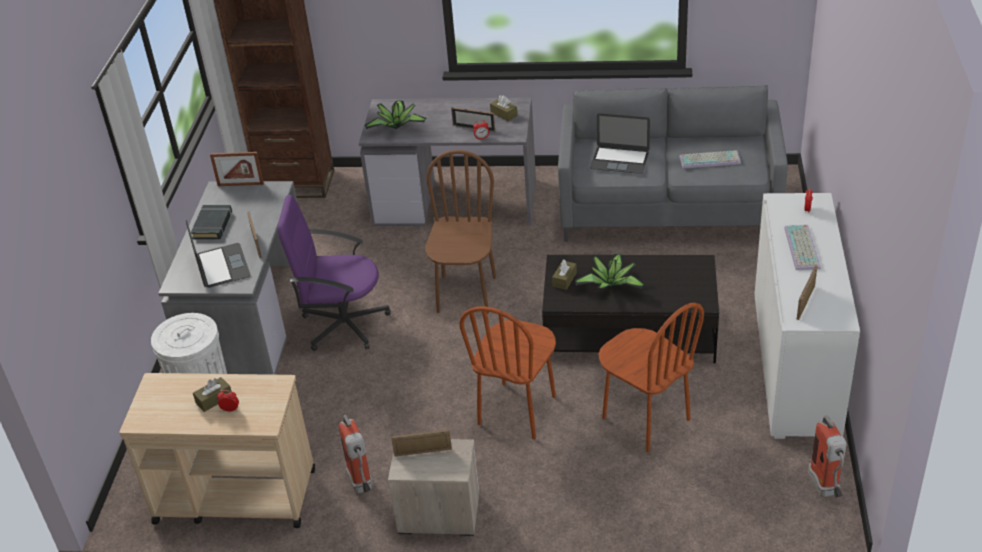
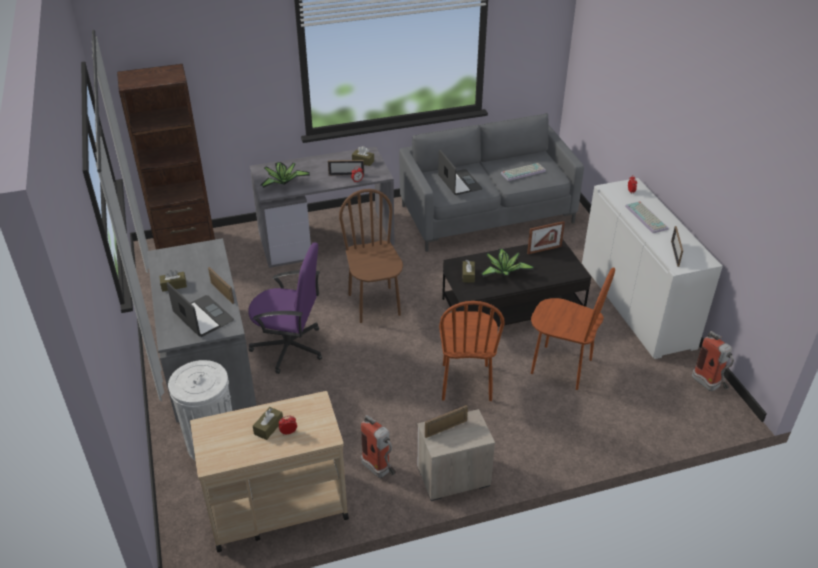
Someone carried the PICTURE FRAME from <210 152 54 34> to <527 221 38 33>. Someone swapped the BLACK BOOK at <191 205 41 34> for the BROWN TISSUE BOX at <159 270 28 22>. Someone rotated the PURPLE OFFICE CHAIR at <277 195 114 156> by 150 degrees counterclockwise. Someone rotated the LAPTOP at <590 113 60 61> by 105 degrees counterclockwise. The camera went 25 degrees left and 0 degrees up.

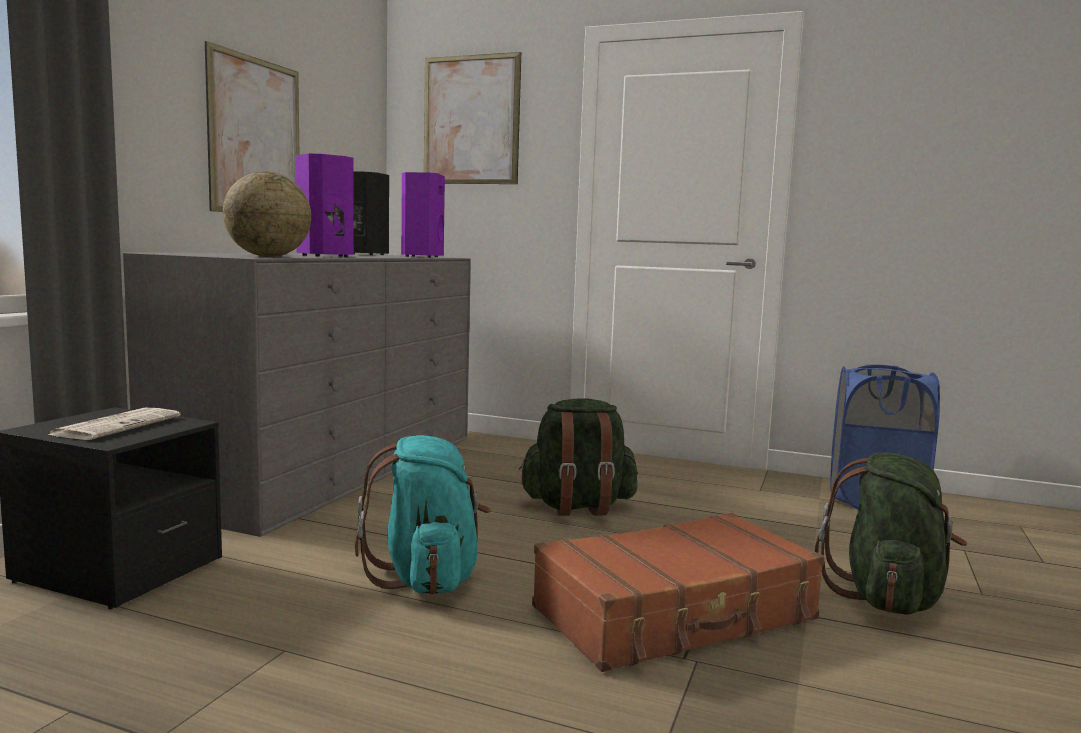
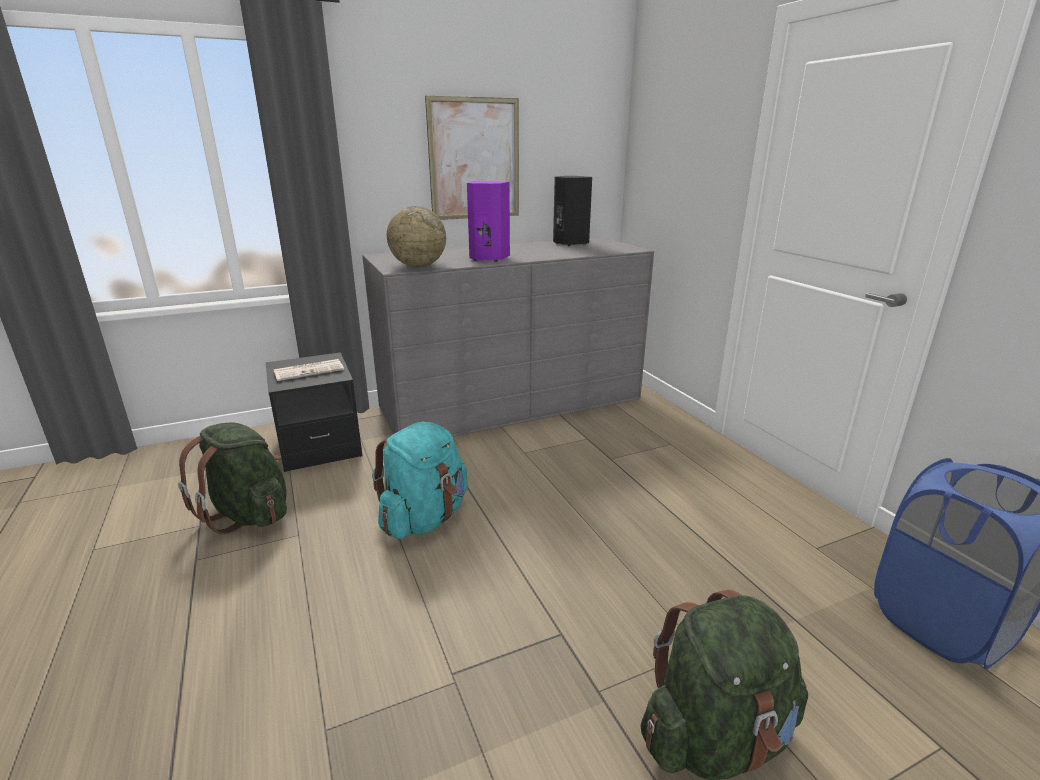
Someone took away the PURPLE SPEAKER at <401 172 44 86>. Someone took away the PICTURE at <424 52 97 132>. Someone took away the BROWN SUITCASE at <532 513 292 159>. Someone carried the GREEN BACKPACK from <519 398 119 118> to <178 422 109 113>. The camera went 45 degrees right and 15 degrees up.

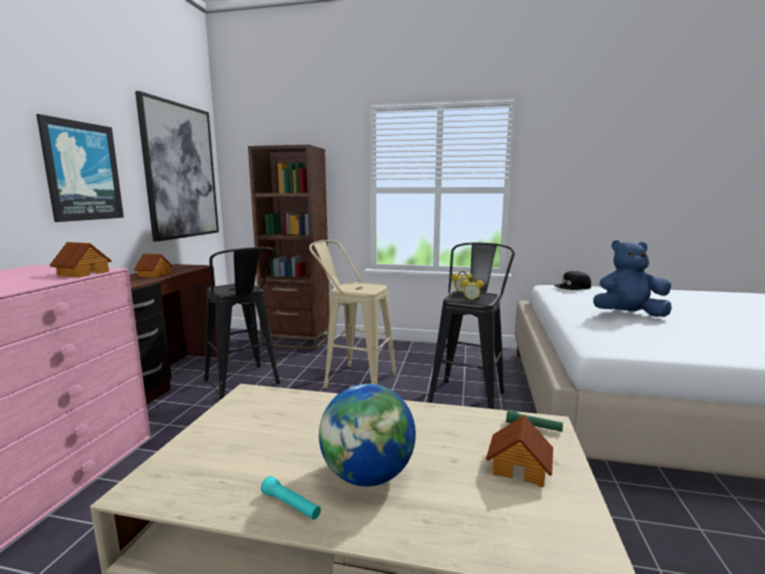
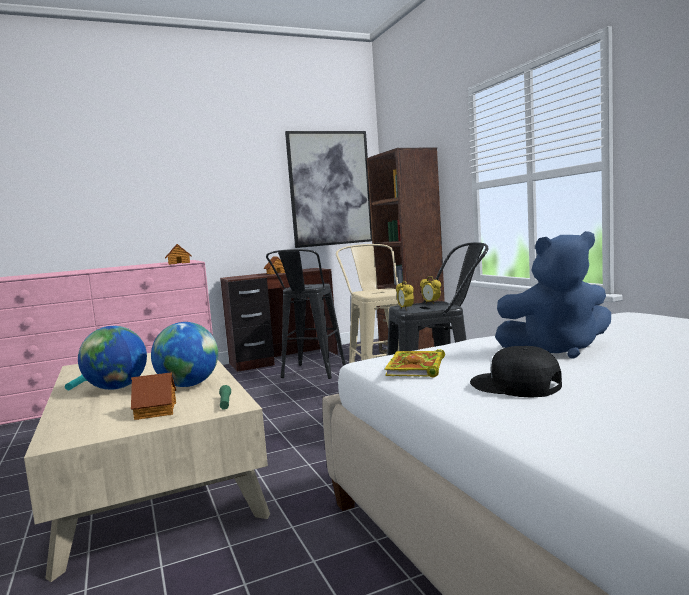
Someone took away the PICTURE at <36 114 88 108>. Someone put down the GLOBE at <151 322 67 65>. Someone put down the BOOK at <385 349 60 29>. Someone carried the BLACK CAP from <554 271 37 19> to <470 346 92 52>. Someone rotated the BLUE PLUSH TOY at <593 240 79 77> by 120 degrees clockwise. The camera went 55 degrees right and 5 degrees down.

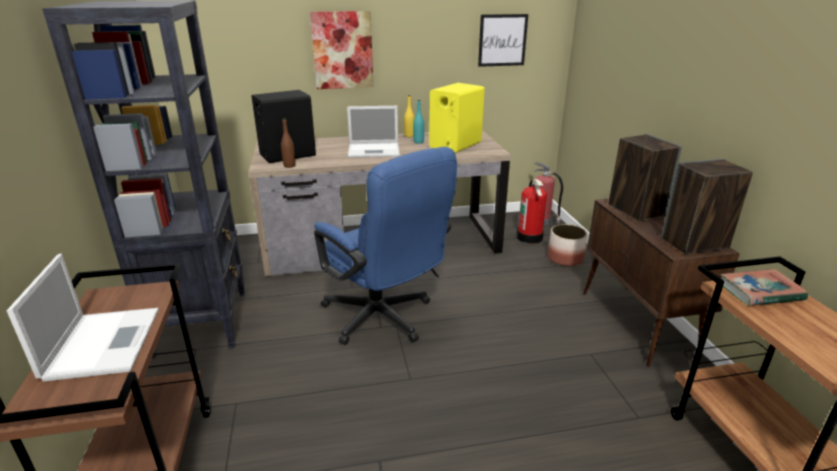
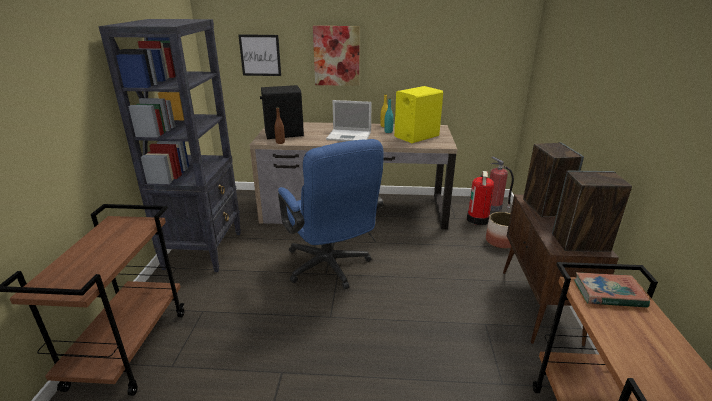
Someone took away the LAPTOP at <7 254 152 128>. Someone carried the PICTURE from <478 14 50 53> to <238 34 43 42>. The camera went 15 degrees right and 0 degrees up.

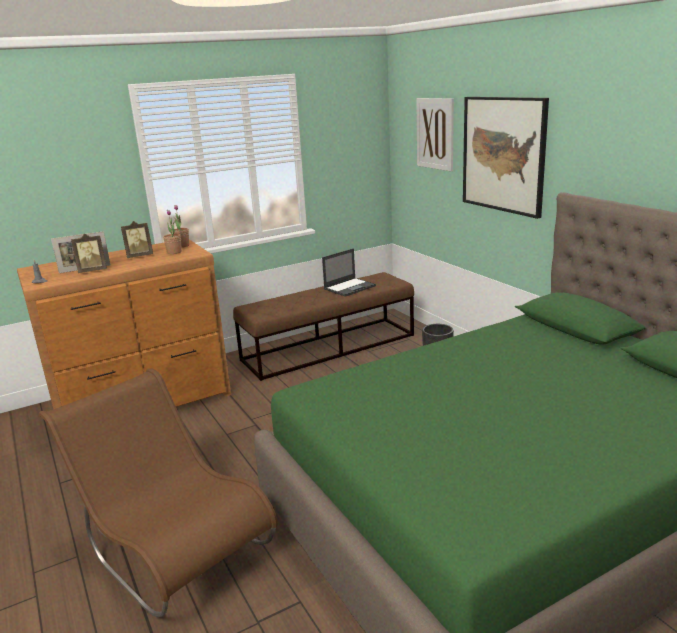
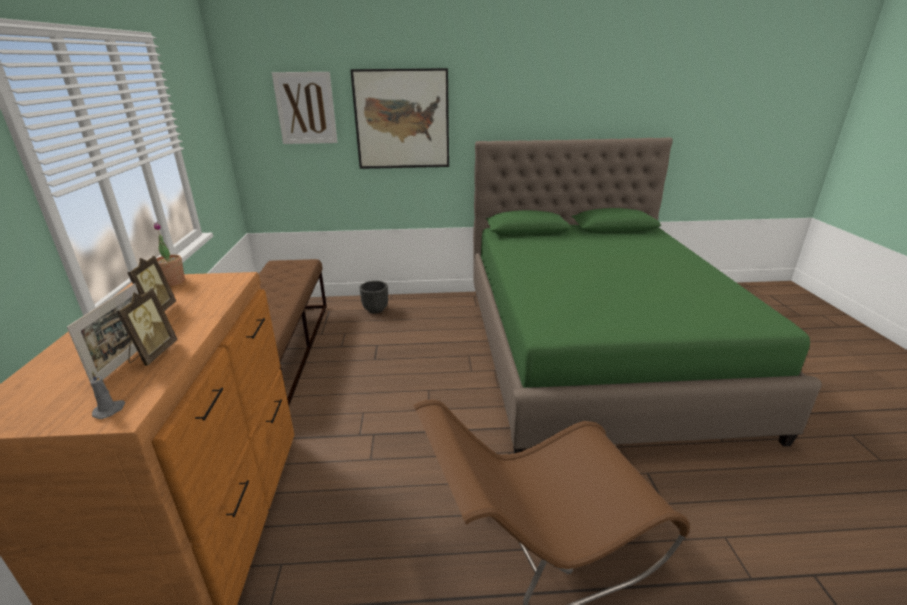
Someone took away the POTTED PLANT at <163 210 19 44>. Someone took away the LAPTOP at <322 248 54 49>. The camera went 65 degrees left and 5 degrees up.

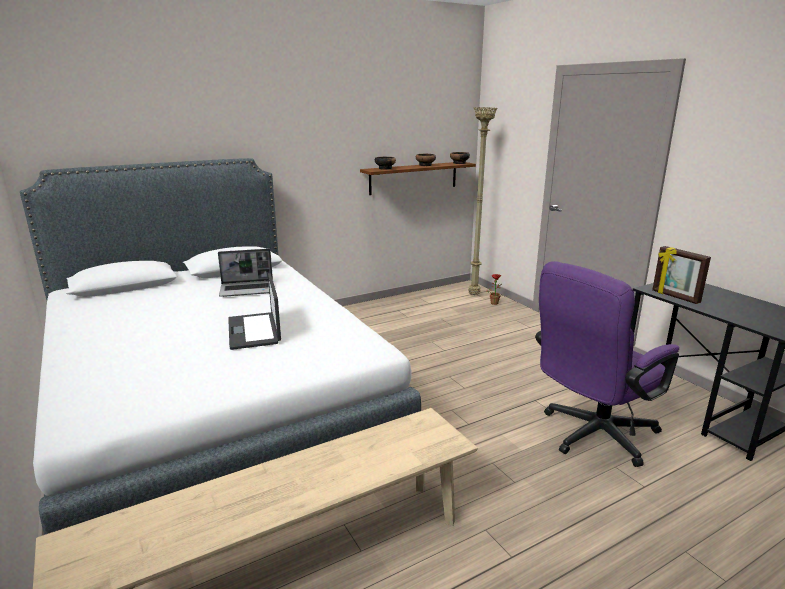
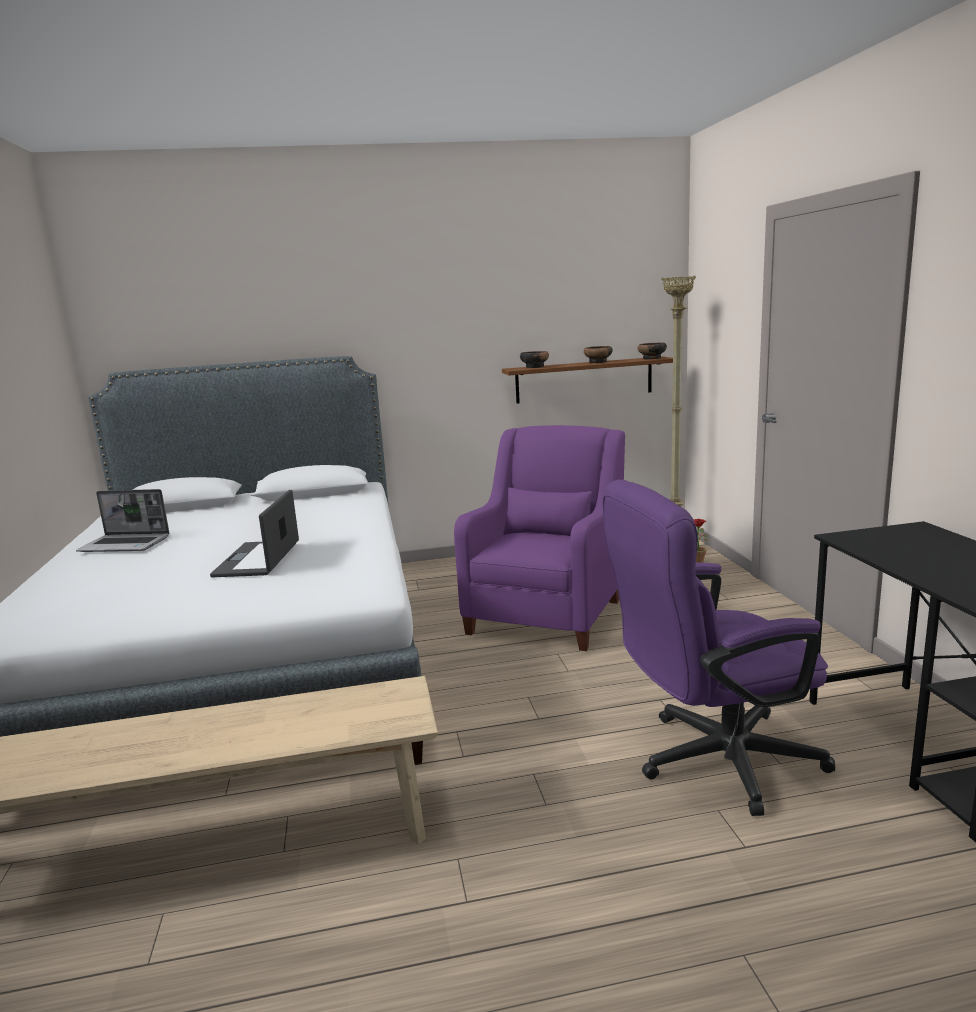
Someone took away the PICTURE FRAME at <652 246 59 58>. Someone put down the PURPLE ARMCHAIR at <454 425 171 226>. Someone carried the LAPTOP from <218 249 55 48> to <76 489 93 63>. The camera went 20 degrees right and 5 degrees down.

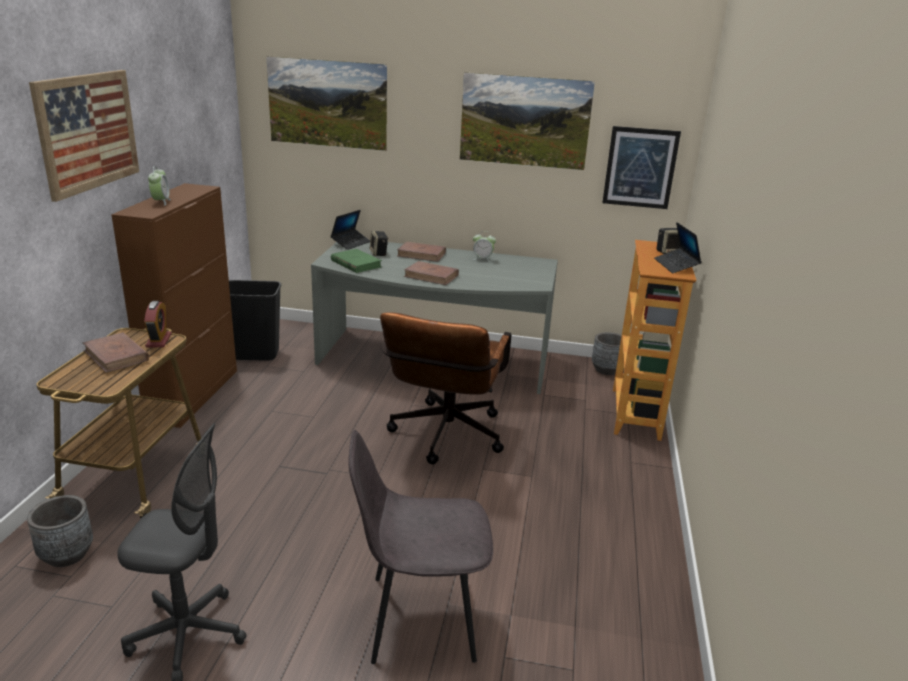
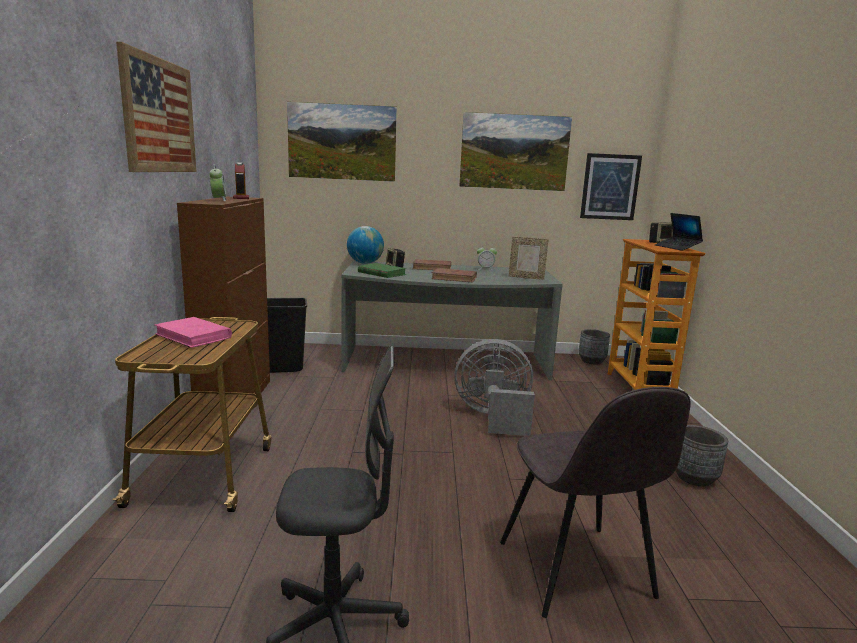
Someone put down the PICTURE FRAME at <509 237 40 43>. Someone carried the GREY PLANTER from <27 495 66 72> to <676 425 52 62>. Someone carried the ALARM CLOCK from <144 301 28 46> to <233 162 16 37>. Someone swapped the LAPTOP at <331 210 39 40> for the GLOBE at <347 226 37 38>. Someone swapped the BROWN OFFICE CHAIR at <380 312 131 153> for the GREY FAN at <454 339 81 97>. Someone repainted the BROWN BOOK at <83 332 66 41>, which became the PINK BOOK at <155 317 77 31>. Someone rotated the GREY CHAIR at <348 430 145 234> by 90 degrees counterclockwise. The camera went 10 degrees left and 10 degrees down.

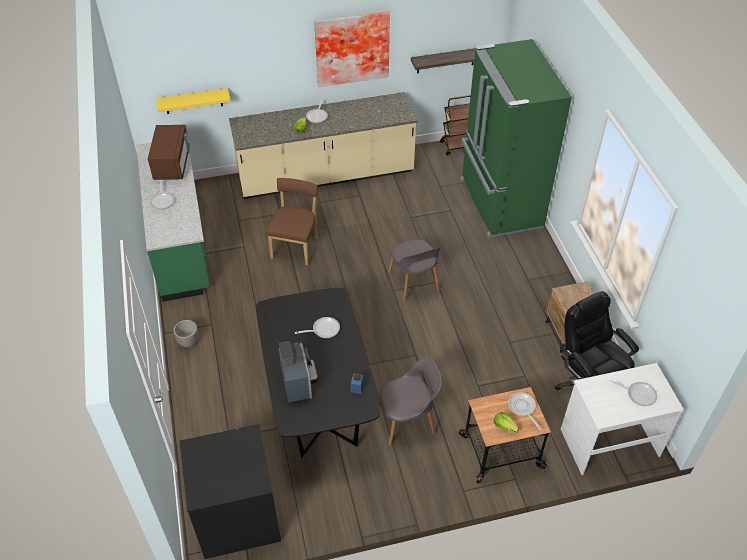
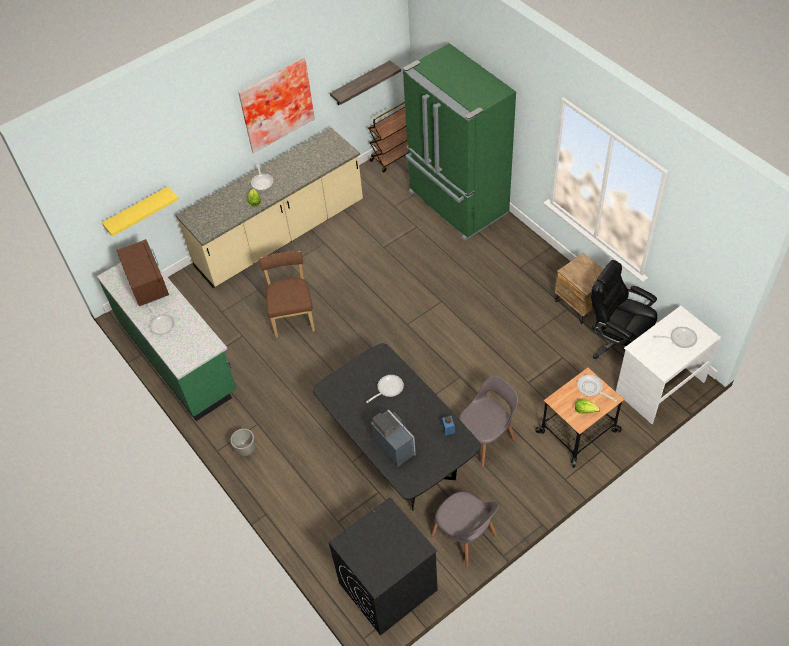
Someone carried the GREY CHAIR from <388 239 54 63> to <431 492 68 75>. The camera went 20 degrees left and 5 degrees up.

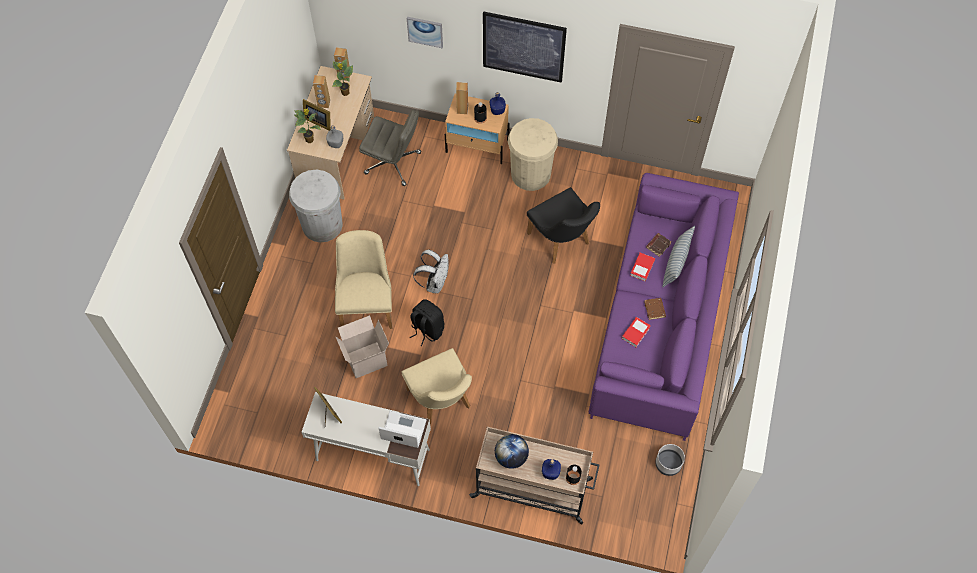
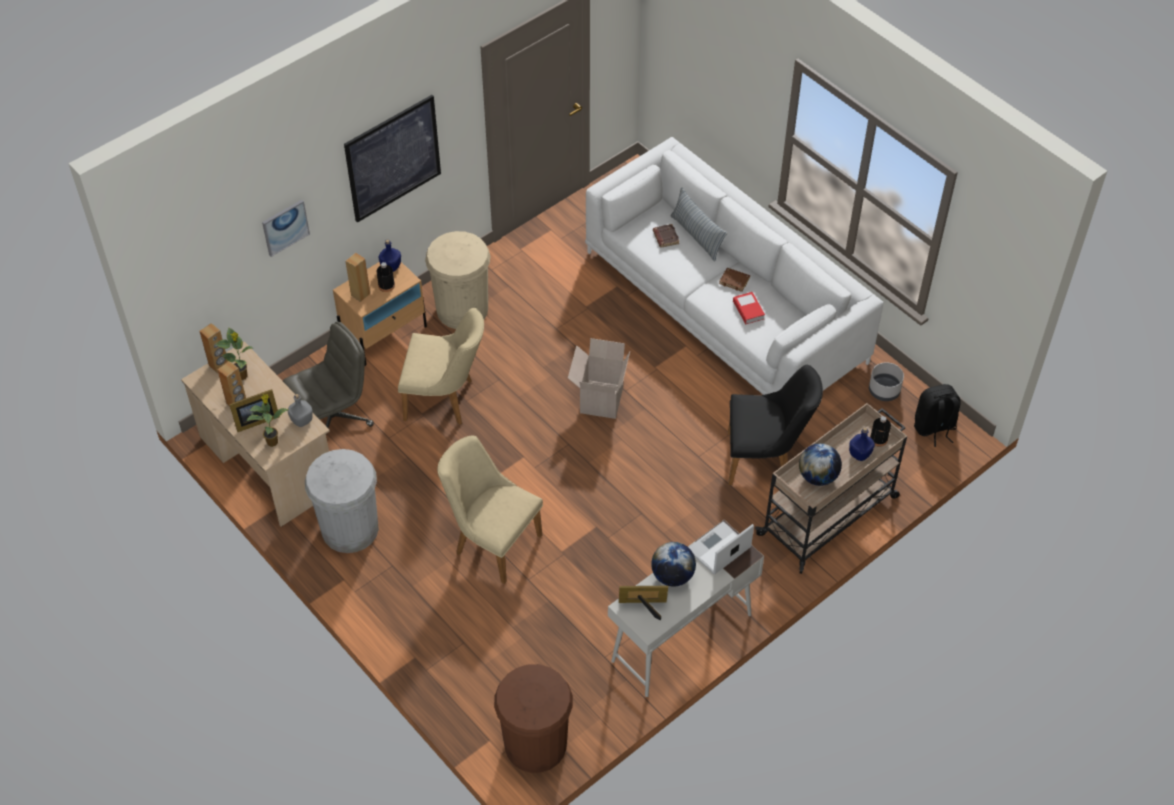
Someone took away the WHITE BACKPACK at <413 249 36 44>. Someone took away the BOOK at <630 253 25 28>. Someone put down the BROWN TRASH CAN at <494 664 79 109>. Someone put down the GLOBE at <651 542 45 45>. Someone carried the CARDBOARD BOX from <335 315 54 63> to <568 338 62 81>. Someone carried the BEIGE CHAIR from <401 348 71 78> to <398 308 86 117>. Someone carried the BLACK BACKPACK from <410 299 34 47> to <914 384 47 63>. Someone carried the BLACK CHAIR from <527 187 73 77> to <728 365 95 120>. Someone repainted the PURPLE SOFA at <589 173 150 268>, which became the WHITE SOFA at <585 137 299 258>. The camera went 55 degrees left and 10 degrees down.

